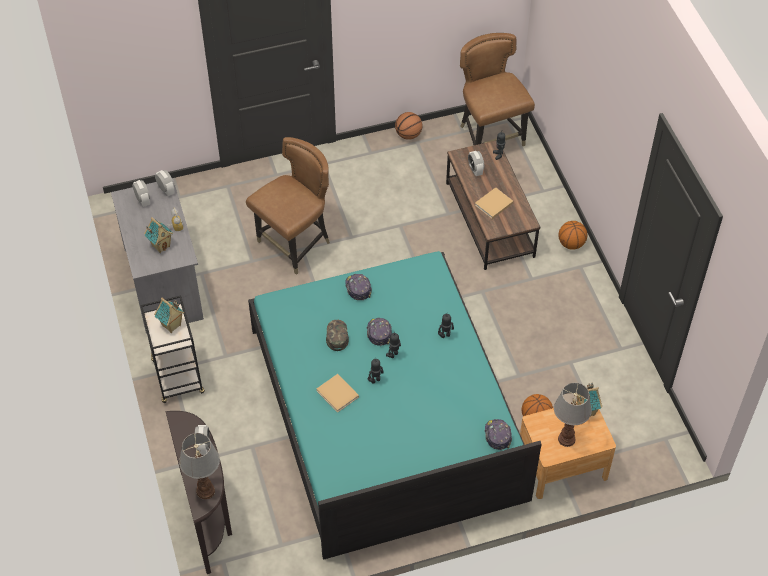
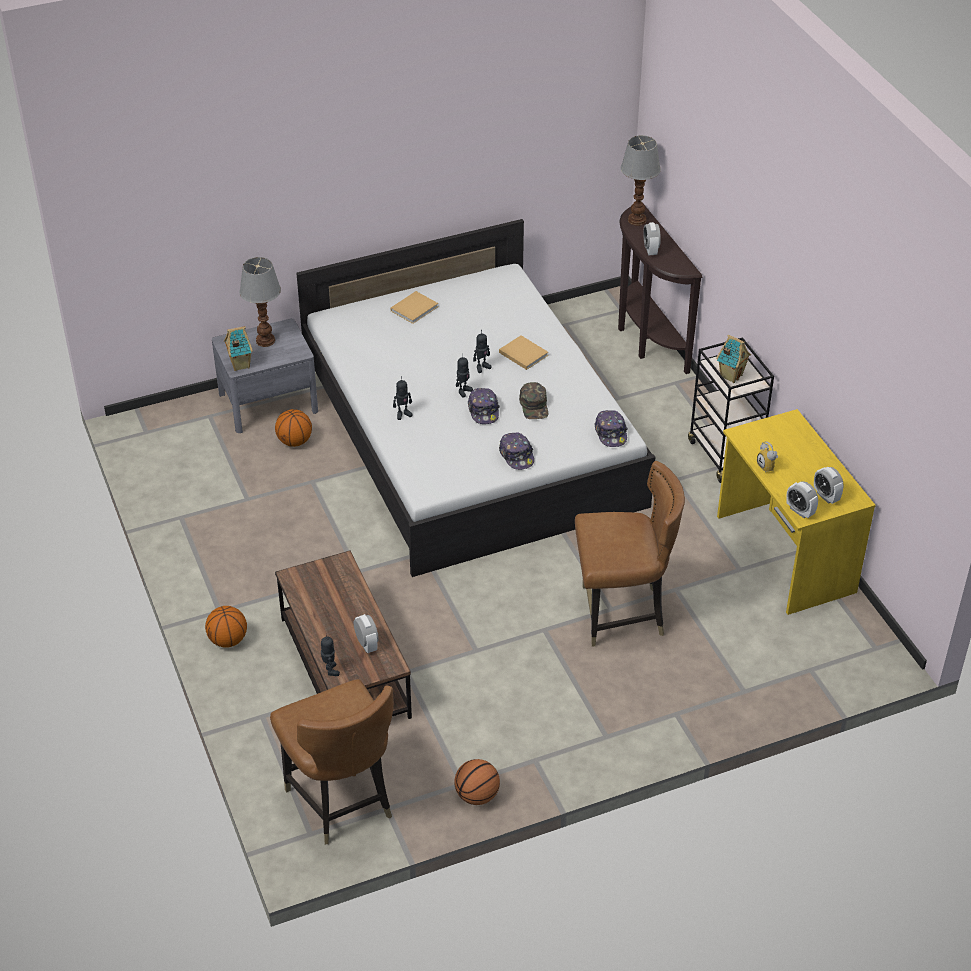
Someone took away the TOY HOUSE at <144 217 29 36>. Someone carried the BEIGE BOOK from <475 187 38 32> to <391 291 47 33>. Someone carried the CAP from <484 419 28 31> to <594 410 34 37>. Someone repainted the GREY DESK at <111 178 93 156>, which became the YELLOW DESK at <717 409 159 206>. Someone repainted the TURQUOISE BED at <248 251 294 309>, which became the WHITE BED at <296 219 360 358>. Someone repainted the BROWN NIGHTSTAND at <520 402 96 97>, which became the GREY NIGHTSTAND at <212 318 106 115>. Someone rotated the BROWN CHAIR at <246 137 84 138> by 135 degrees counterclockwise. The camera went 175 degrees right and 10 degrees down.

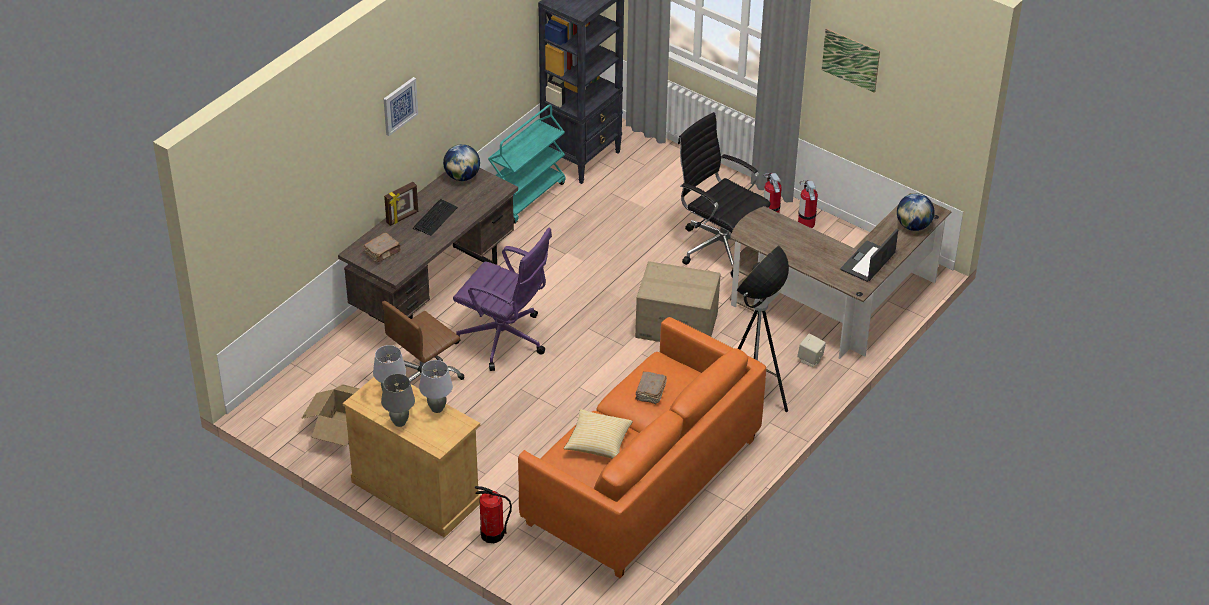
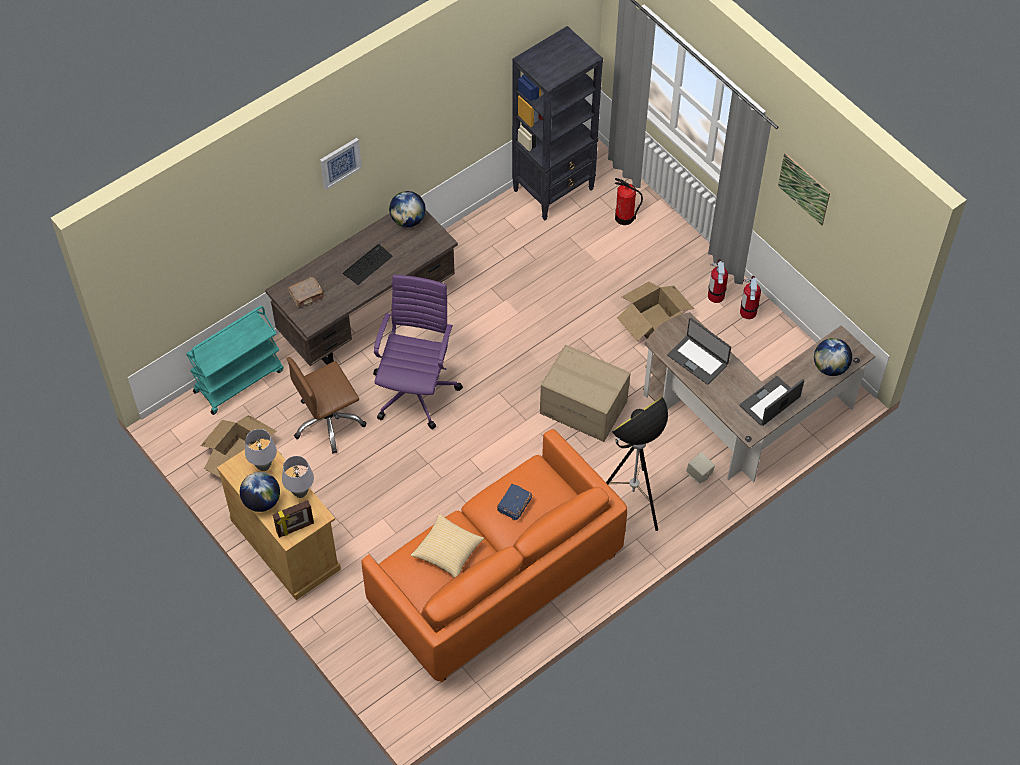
Someone put down the LAPTOP at <667 318 64 67>. Someone carried the PICTURE FRAME from <384 182 34 44> to <273 500 41 38>. Someone carried the FIRE EXTINGUISHER from <475 486 37 57> to <615 178 28 47>. Someone carried the TURQUOISE CART from <488 104 78 120> to <186 306 98 109>. Someone swapped the GREY TABLE LAMP at <381 374 34 53> for the GLOBE at <240 472 40 40>. Someone swapped the BLACK OFFICE CHAIR at <678 112 93 166> for the CARDBOARD BOX at <617 282 77 59>. Someone repainted the BROWN BOOK at <635 372 32 32>, which became the BLUE BOOK at <497 483 35 37>. Someone rotated the PURPLE OFFICE CHAIR at <453 228 99 143> by 120 degrees counterclockwise. The camera went 15 degrees right and 15 degrees up.

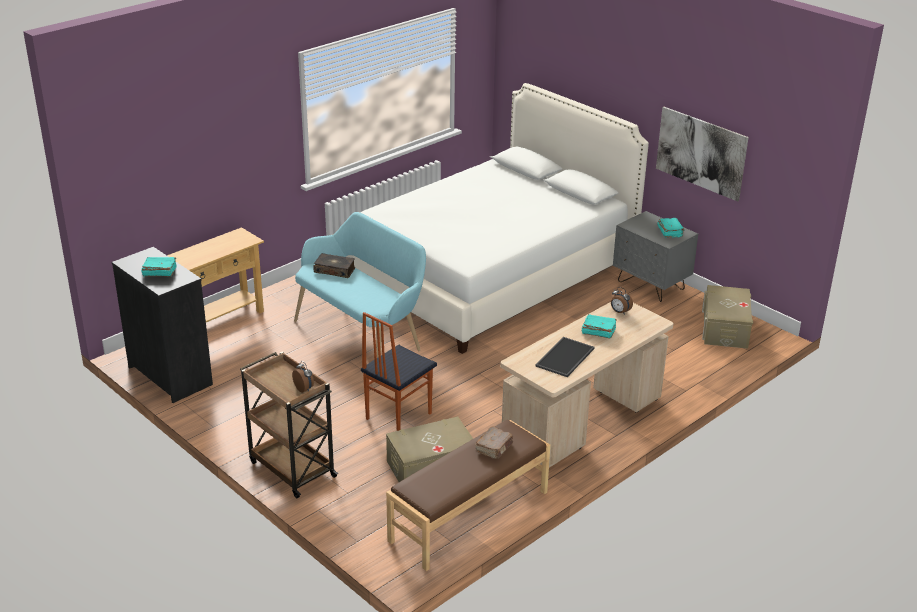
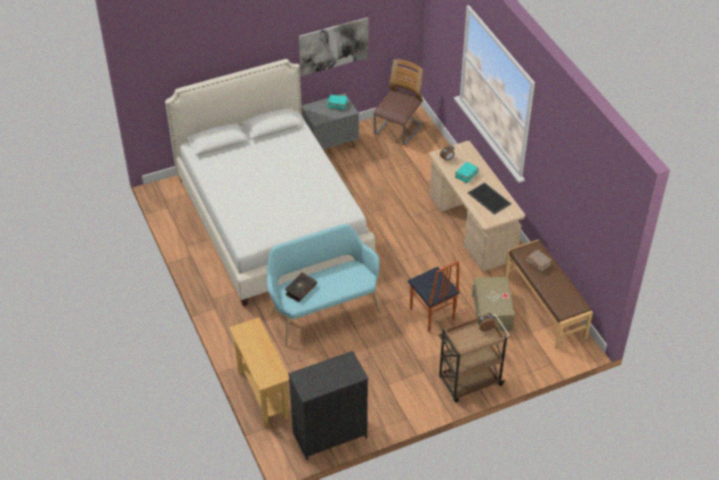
Someone took away the TURQUOISE BOOK at <141 257 35 20>. Someone swapped the BEIGE STORAGE BOX at <702 285 51 64> for the CHAIR at <374 59 49 86>. The camera went 70 degrees left and 15 degrees up.

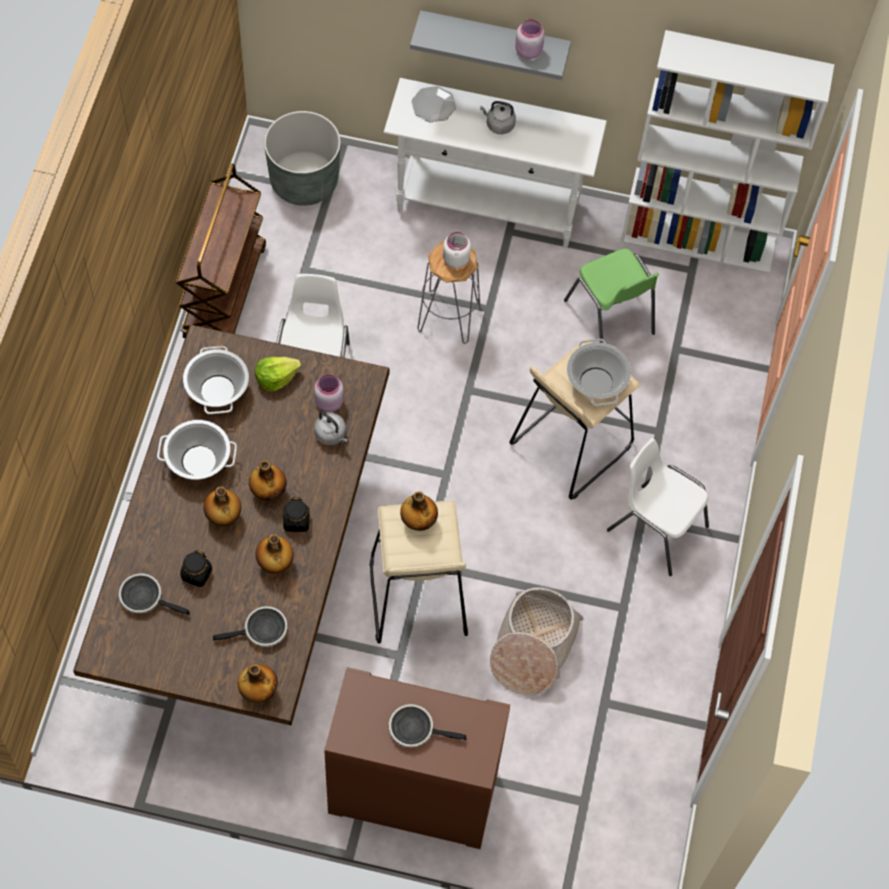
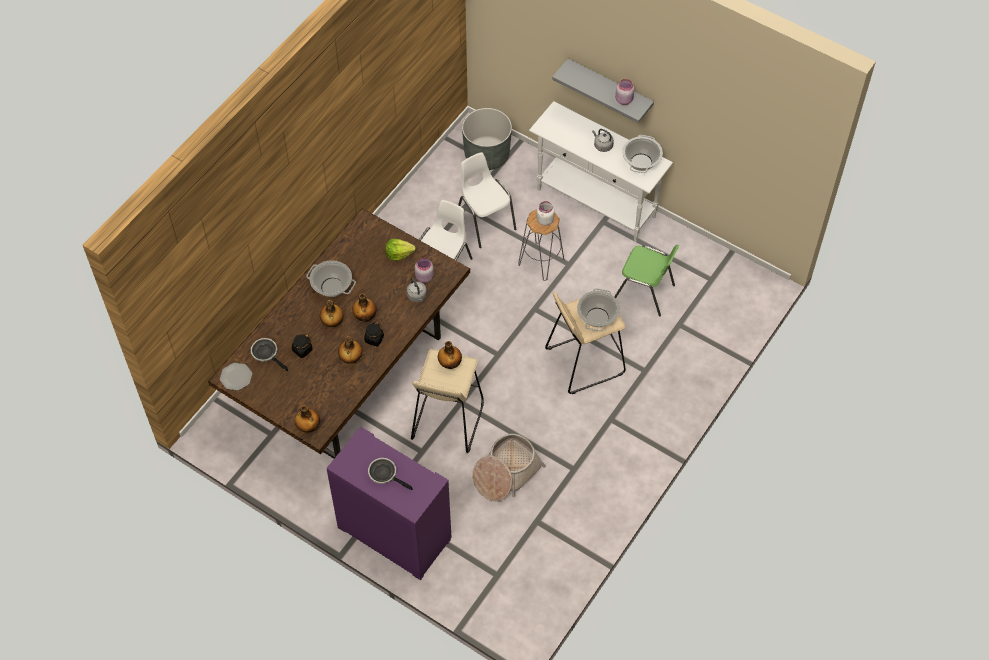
Someone took away the BROWN CART at <176 164 90 174>. Someone took away the FRYING PAN at <213 606 74 41>. Someone took away the WHITE BOOKCASE at <620 30 215 244>. Someone carried the COOKING POT from <183 346 66 68> to <622 135 41 38>. Someone carried the PLATE from <412 86 44 36> to <220 363 32 27>. Someone carried the WHITE CHAIR from <607 438 102 138> to <458 152 58 96>. Someone repainted the BROWN CABINET at <324 667 186 182>, which became the PURPLE CABINET at <326 427 126 153>. Someone rotated the GREEN CHAIR at <564 248 96 95> by 60 degrees counterclockwise. The camera went 25 degrees right and 5 degrees down.

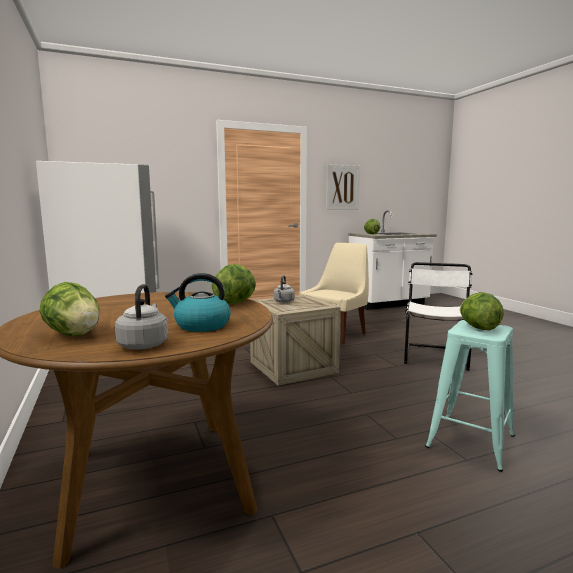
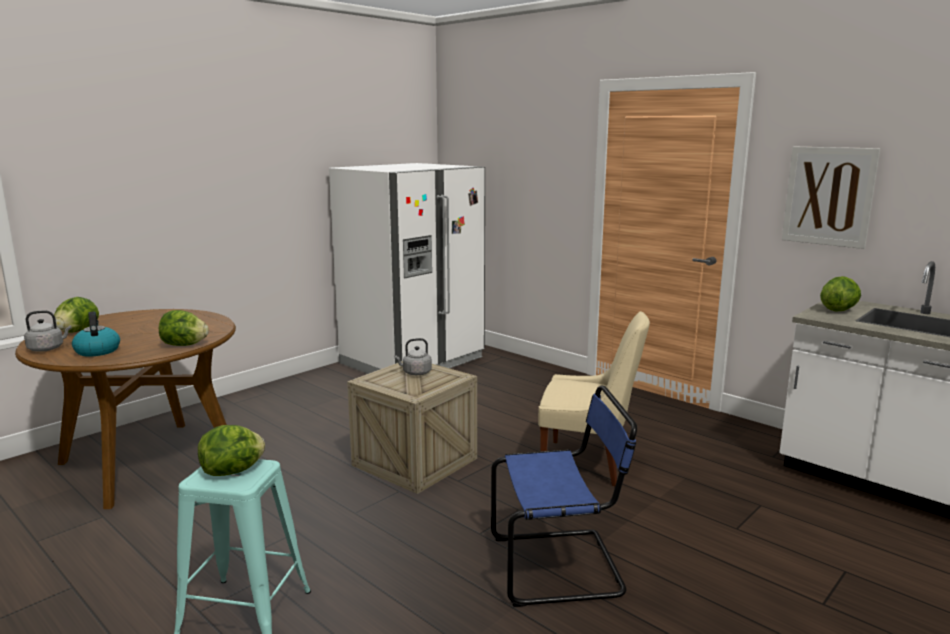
Someone repainted the WHITE CHAIR at <404 262 68 109>, which became the BLUE CHAIR at <491 386 146 221>. The camera went 65 degrees right and 5 degrees up.

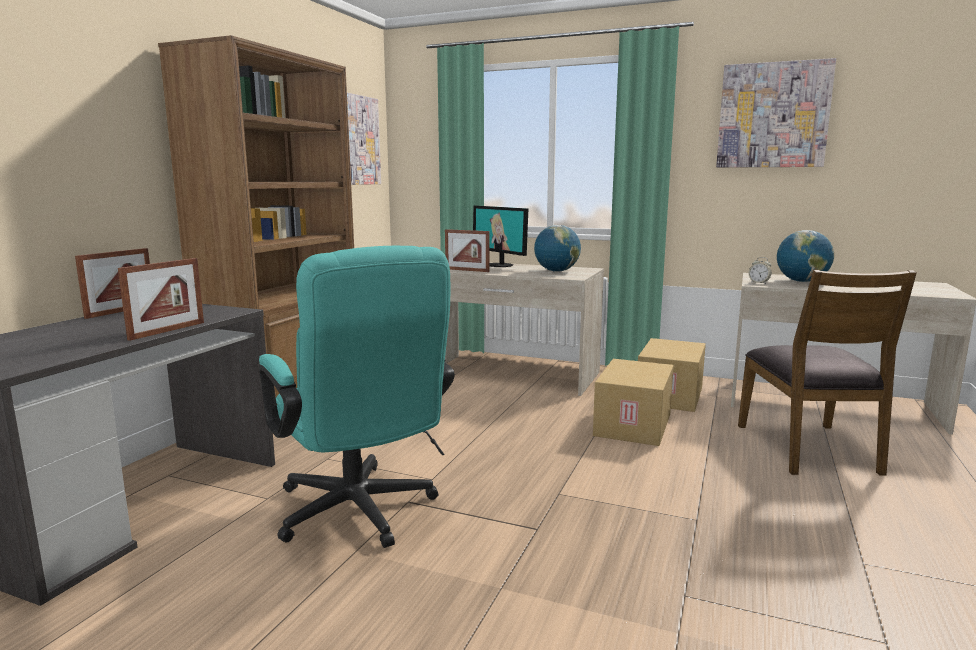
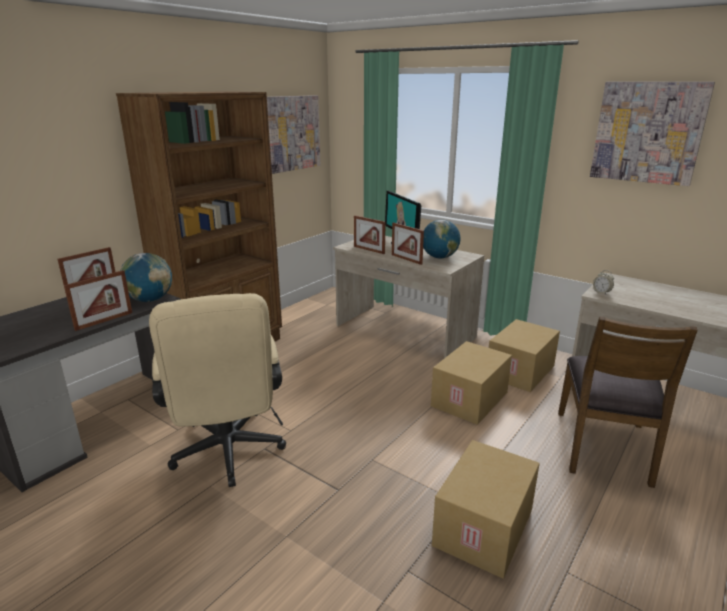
Someone put down the PICTURE FRAME at <392 222 32 43>. Someone put down the CARDBOARD BOX at <432 440 108 139>. Someone carried the GLOBE from <777 230 57 52> to <120 253 52 49>. Someone repainted the TURQUOISE OFFICE CHAIR at <258 246 197 302>, which became the BEIGE OFFICE CHAIR at <149 293 137 194>. The camera went 15 degrees right and 10 degrees up.

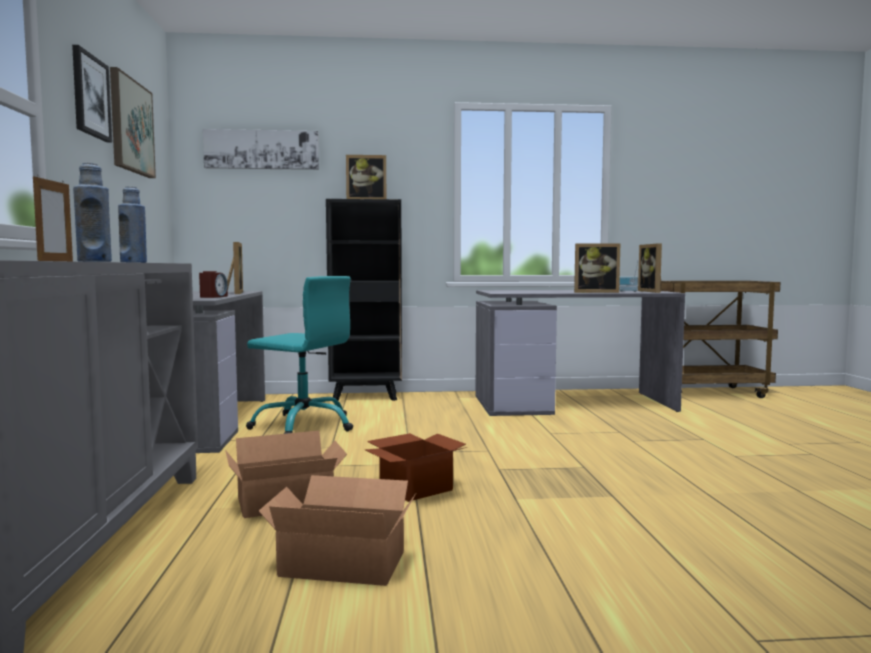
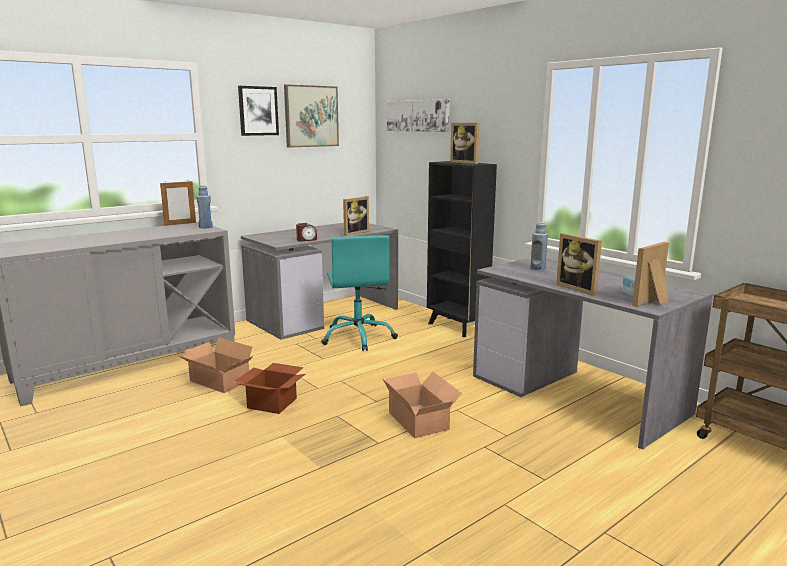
Someone carried the BLUE BOTTLE from <73 163 39 99> to <530 222 18 48>. Someone carried the CARDBOARD BOX from <259 475 157 111> to <382 372 80 66>. The camera went 55 degrees right and 10 degrees up.

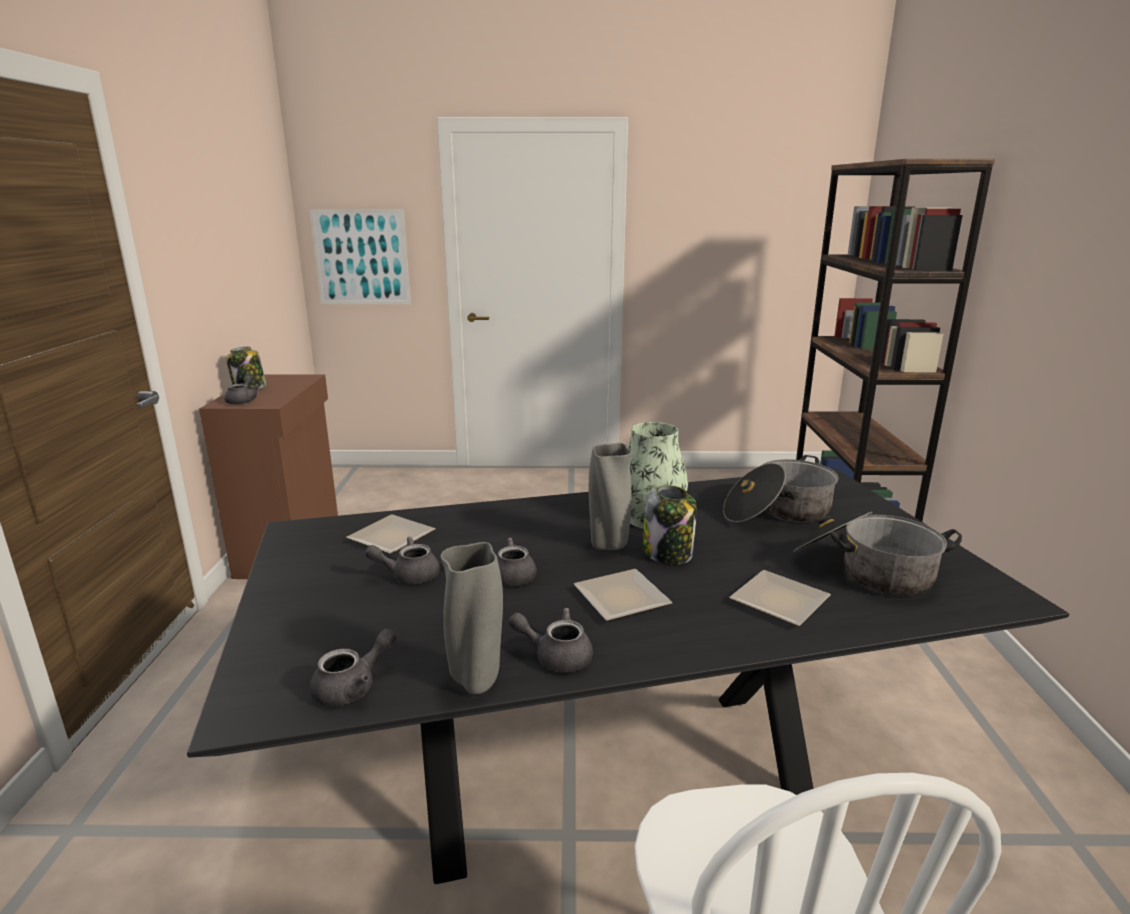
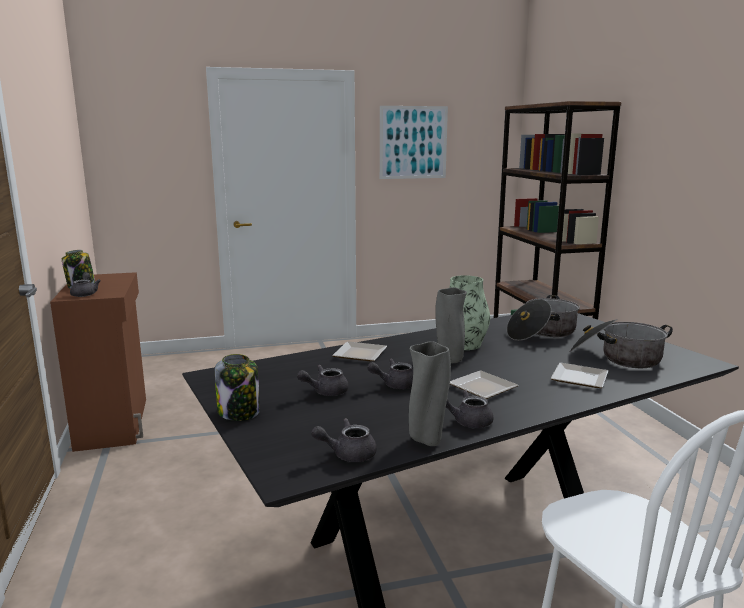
Someone carried the PICTURE from <309 209 102 95> to <380 106 68 73>. Someone carried the PLATE from <346 514 90 40> to <332 341 55 20>. Someone carried the JAR from <643 485 54 80> to <215 354 45 67>. Someone rotated the GREY TEAPOT at <310 629 87 77> by 135 degrees counterclockwise. The camera went 15 degrees left and 5 degrees down.

